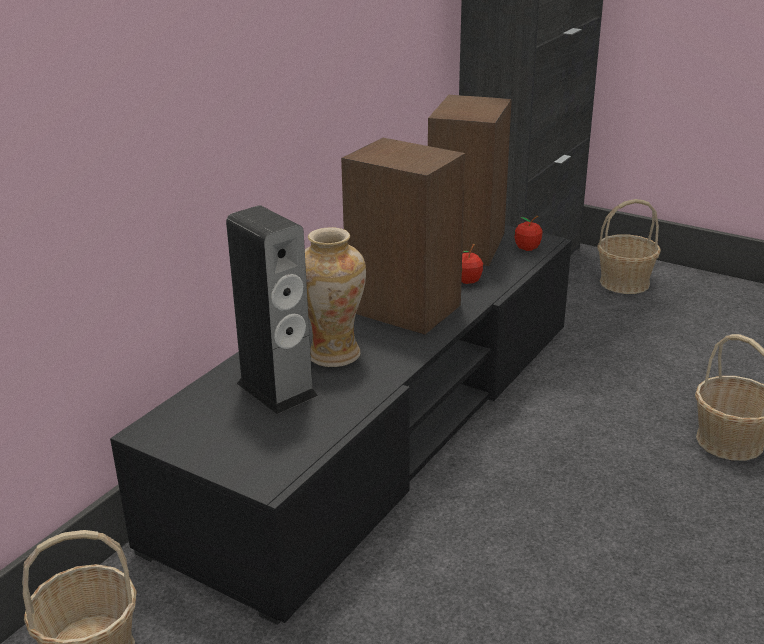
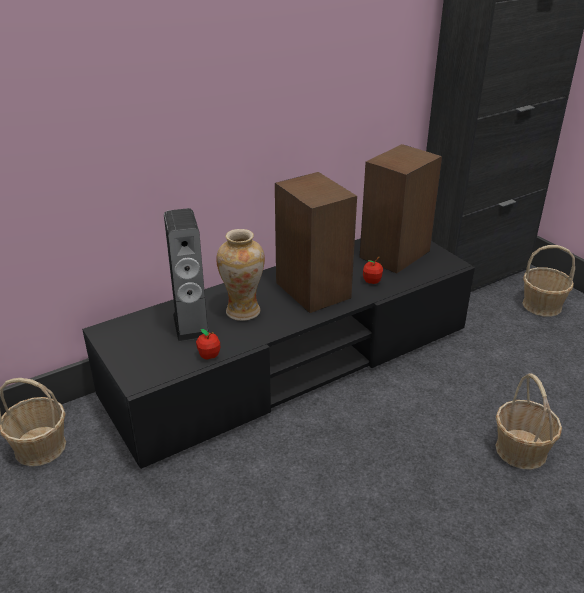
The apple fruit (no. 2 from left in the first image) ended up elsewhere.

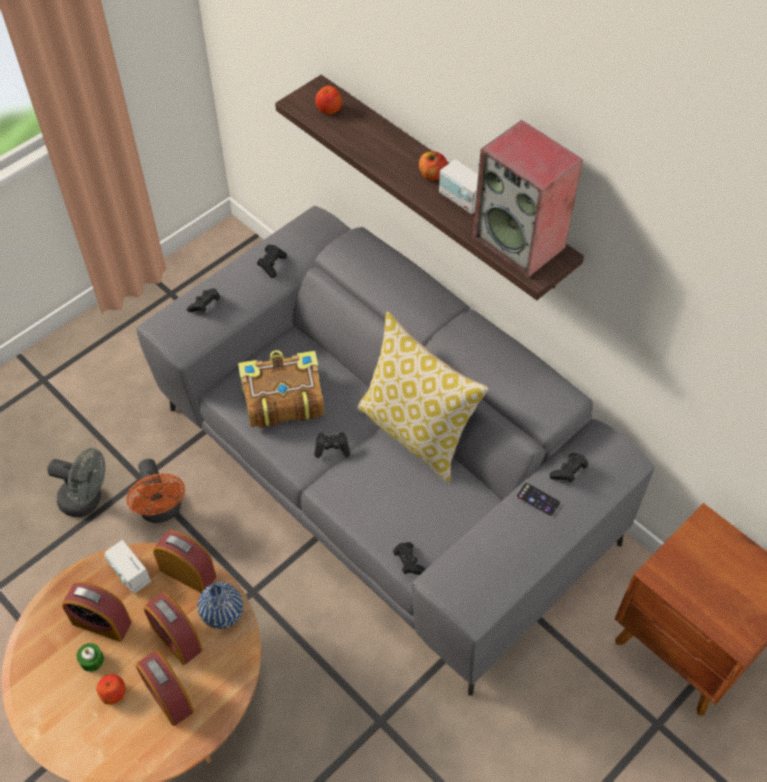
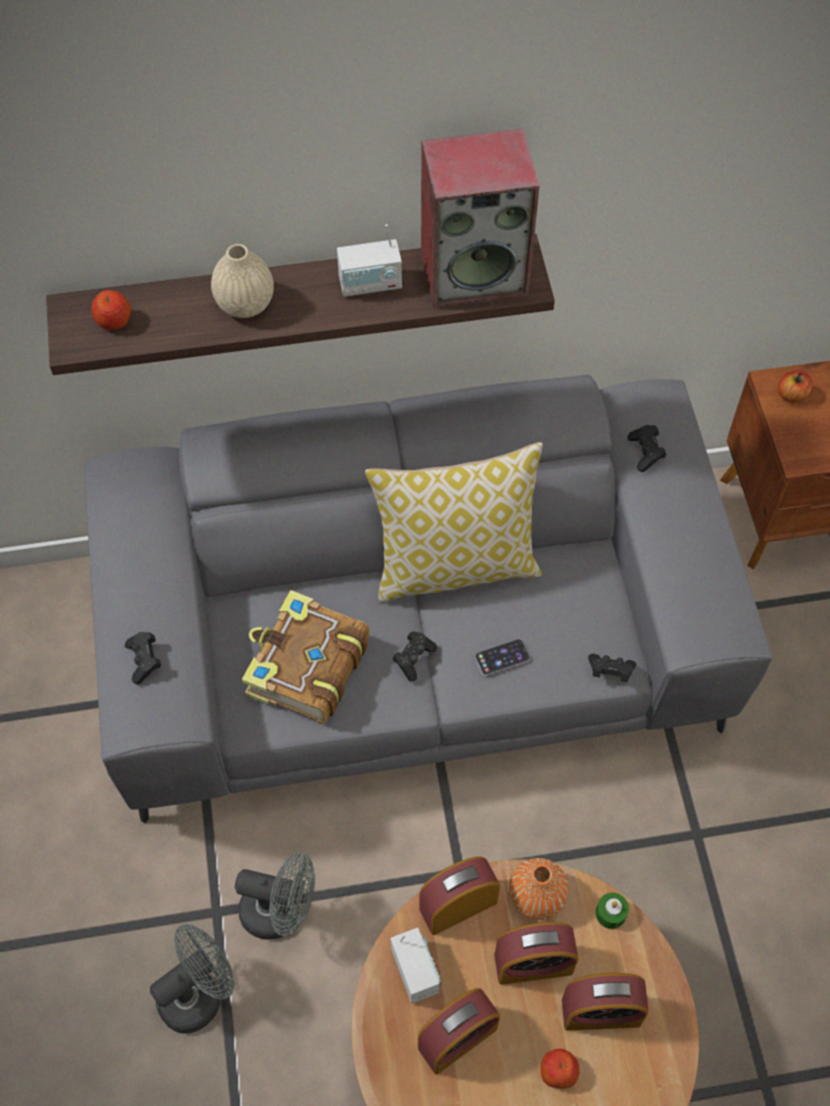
The apple fruit (no. 3 from left) ended up elsewhere.
The second view lost the game controller (blackish) (no. 2 from left).
What was the fan (orangey) turned into the fan (greyish) (no. 2 from left).
The phone ended up elsewhere.
The radio receiver (no. 1 from left in the first image) ended up facing another way, 105 degrees counterclockwise from before.
What was the flower vase (blue-coloured) turned into the flower vase (orangey).
The wax candle (green) ended up elsewhere.
The second view gained the flower vase (sand-coloured).

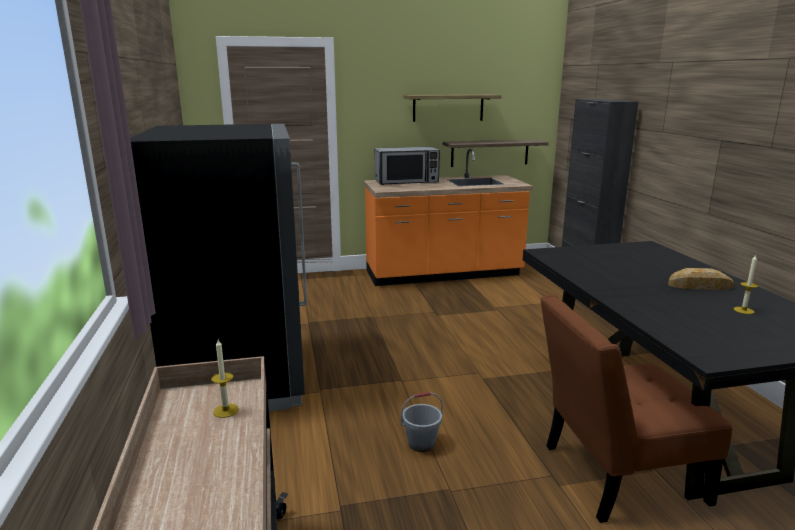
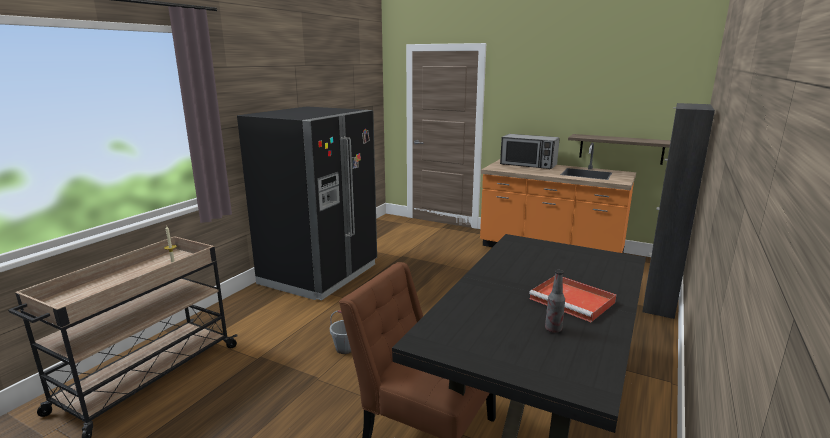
The second view lost the shelf (no. 1 from left).
Where the wax candle (no. 2 from left) stood, the bottle came to stand.
Where the bread stood, the tray (red-coloured) came to stand.

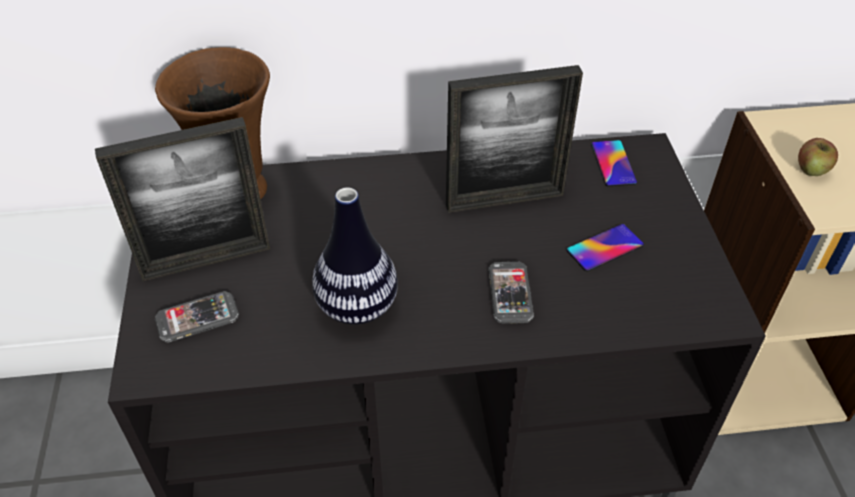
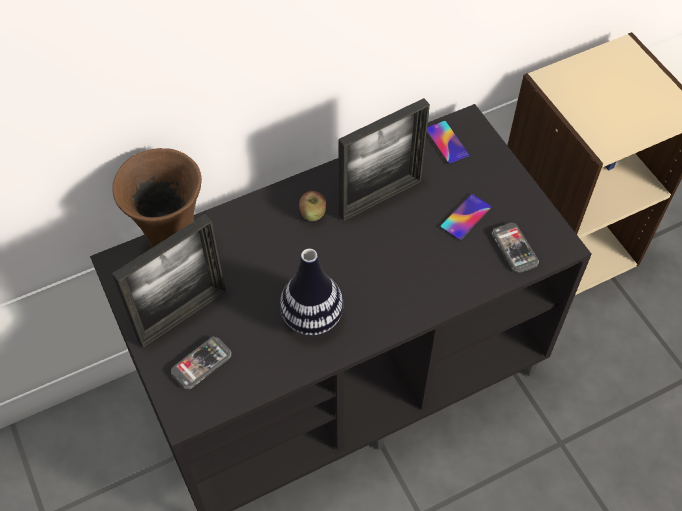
The apple fruit ended up elsewhere.
The phone (no. 2 from left in the first image) ended up elsewhere.

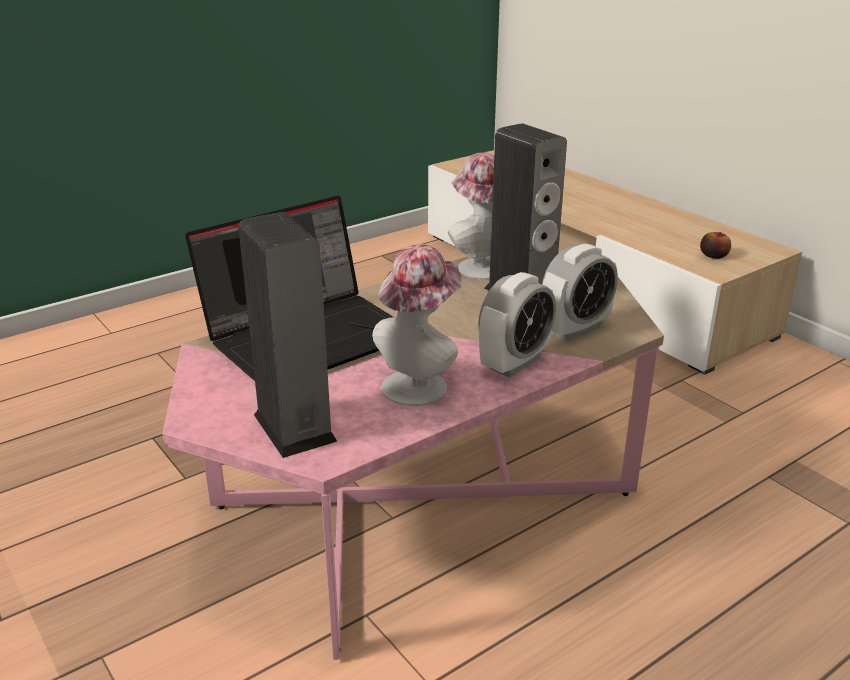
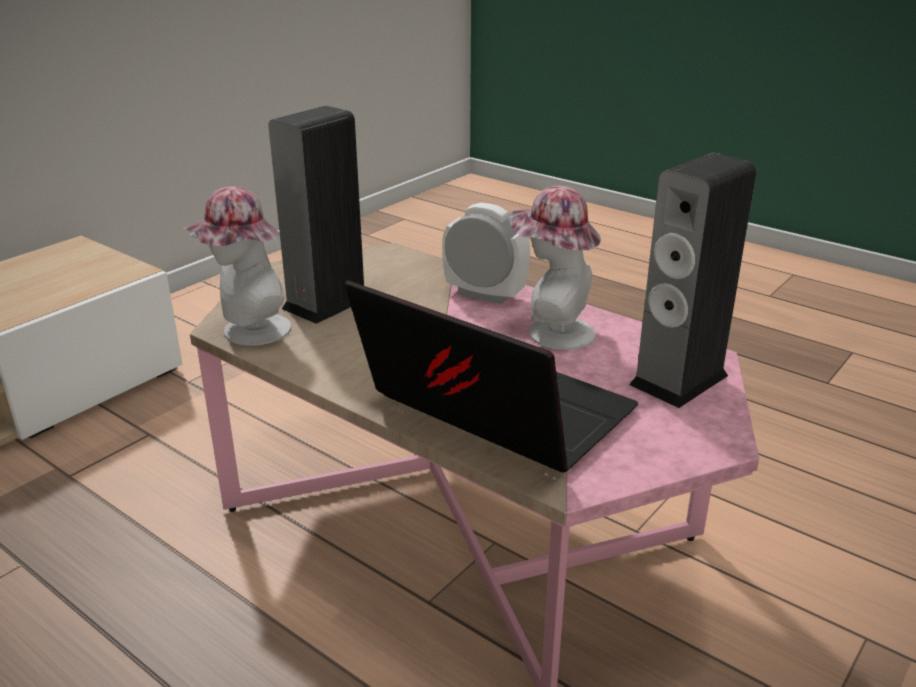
The second view lost the apple fruit.
The second view lost the alarm clock (no. 2 from left).

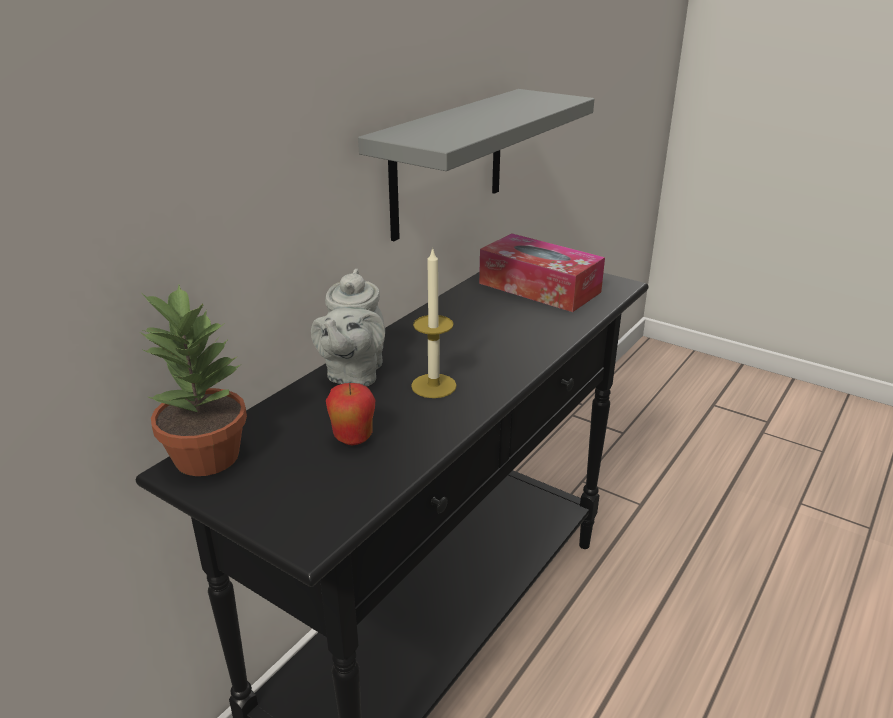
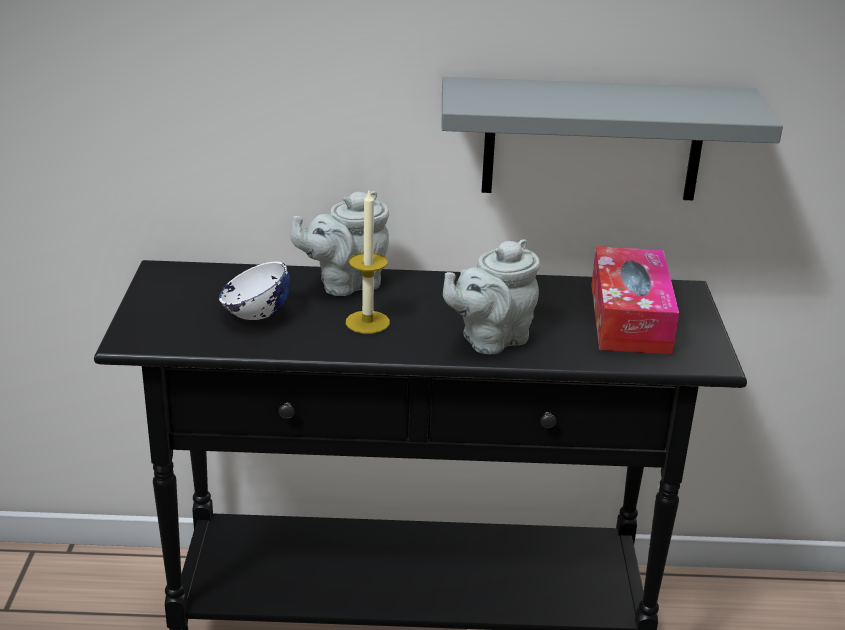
The second view lost the plant in a pot.
Where the apple fruit stood, the bowl (white) came to stand.
The second view gained the tea pot (greyish) (no. 2 from left).

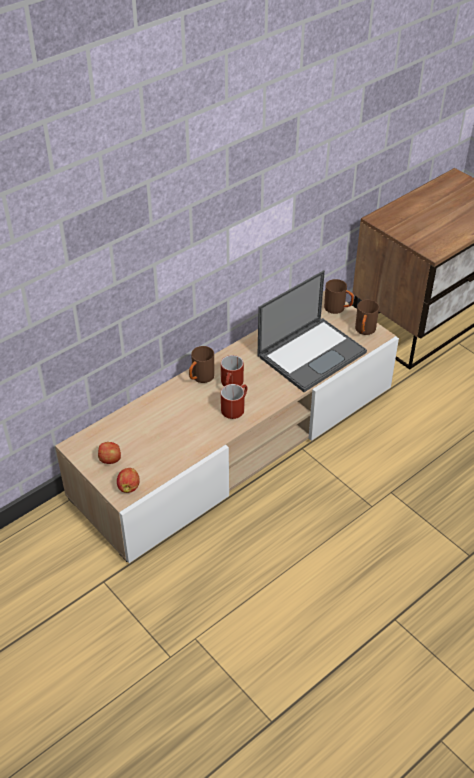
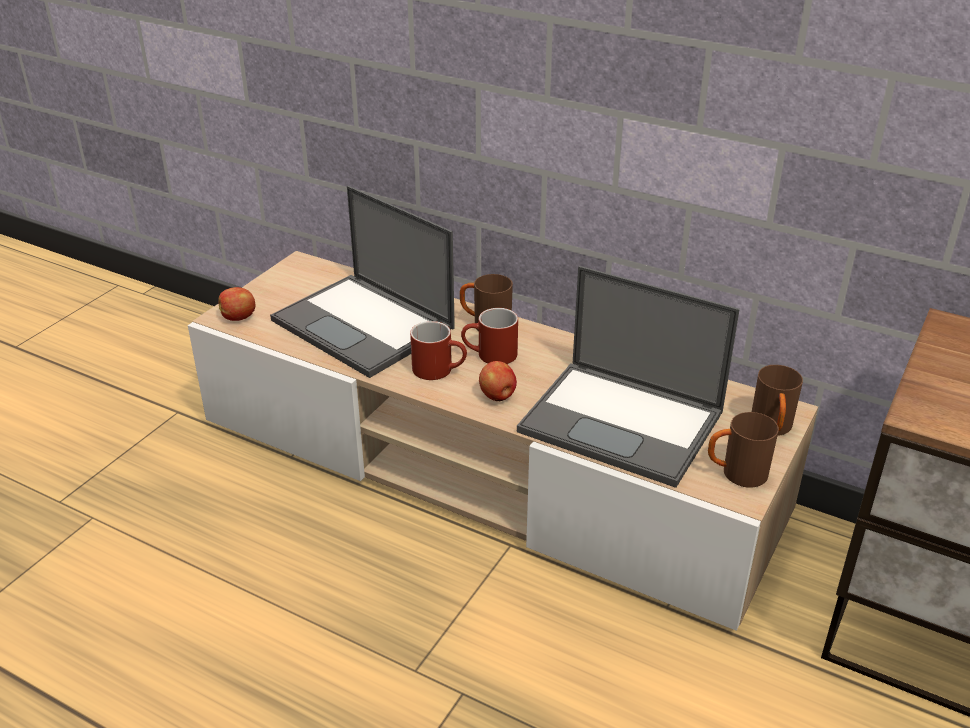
The apple fruit (no. 1 from left in the first image) ended up elsewhere.
The second view gained the notebook computer (no. 1 from left).

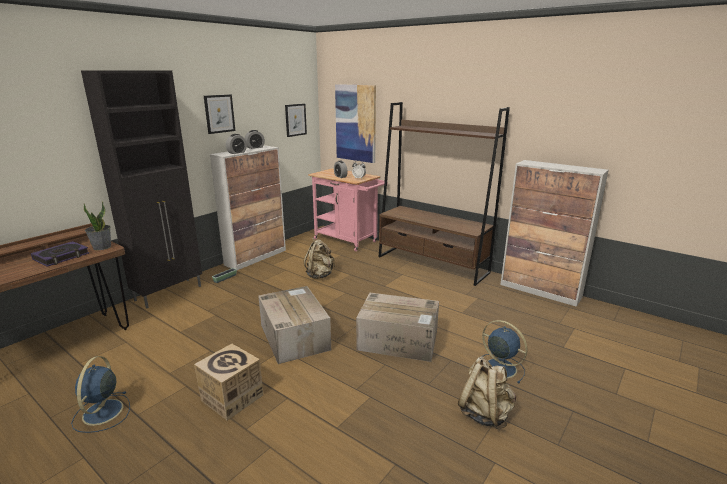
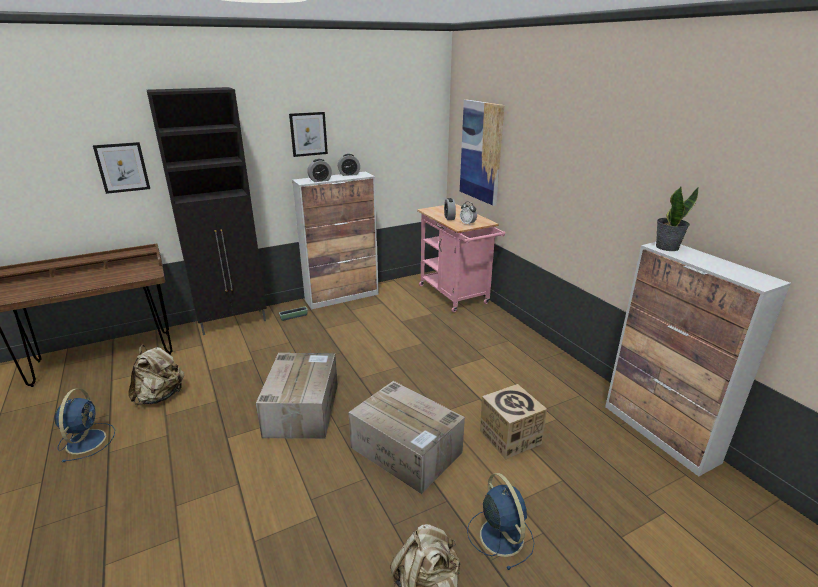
The second view lost the bookcase (brown).
The wall art (no. 2 from left in the first image) ended up elsewhere.
The plant in a pot ended up elsewhere.
The knapsack (sand-coloured) (no. 1 from left) ended up elsewhere.
The second view lost the book.
The carton (no. 1 from left in the first image) ended up elsewhere.
The fan (blue-coloured) (no. 1 from left) ended up facing another way, 150 degrees clockwise from before.

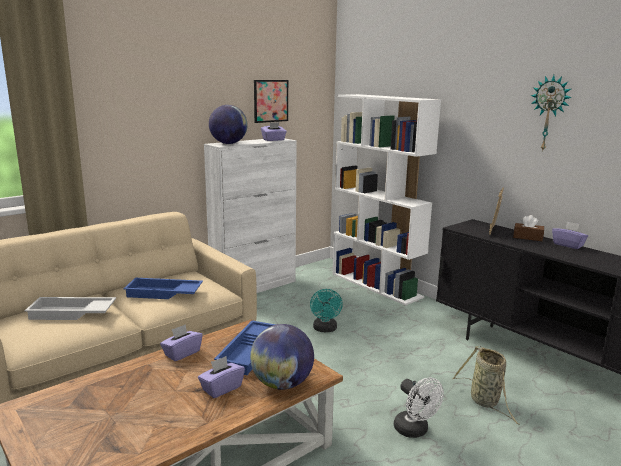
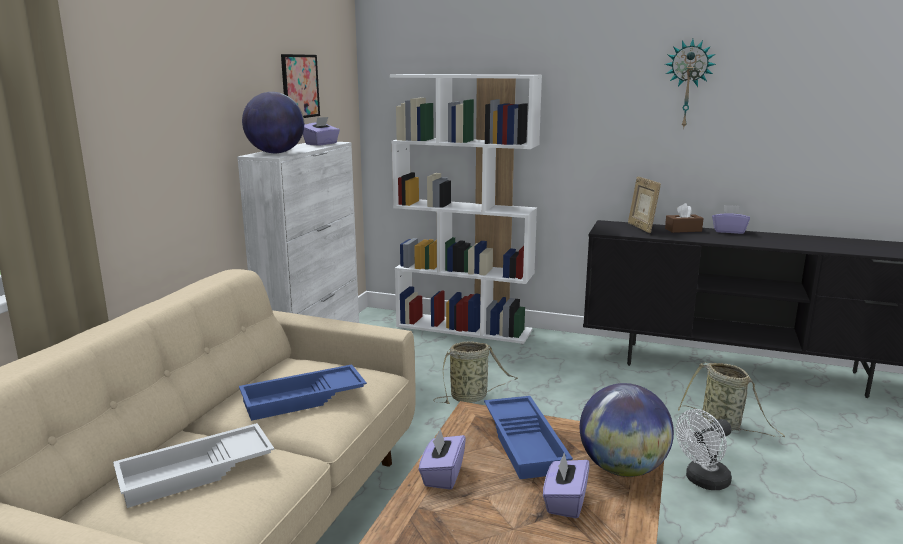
Where the fan (turquoise-coloured) stood, the household basket (no. 1 from left) came to stand.
The fan (white) ended up facing another way, 120 degrees clockwise from before.

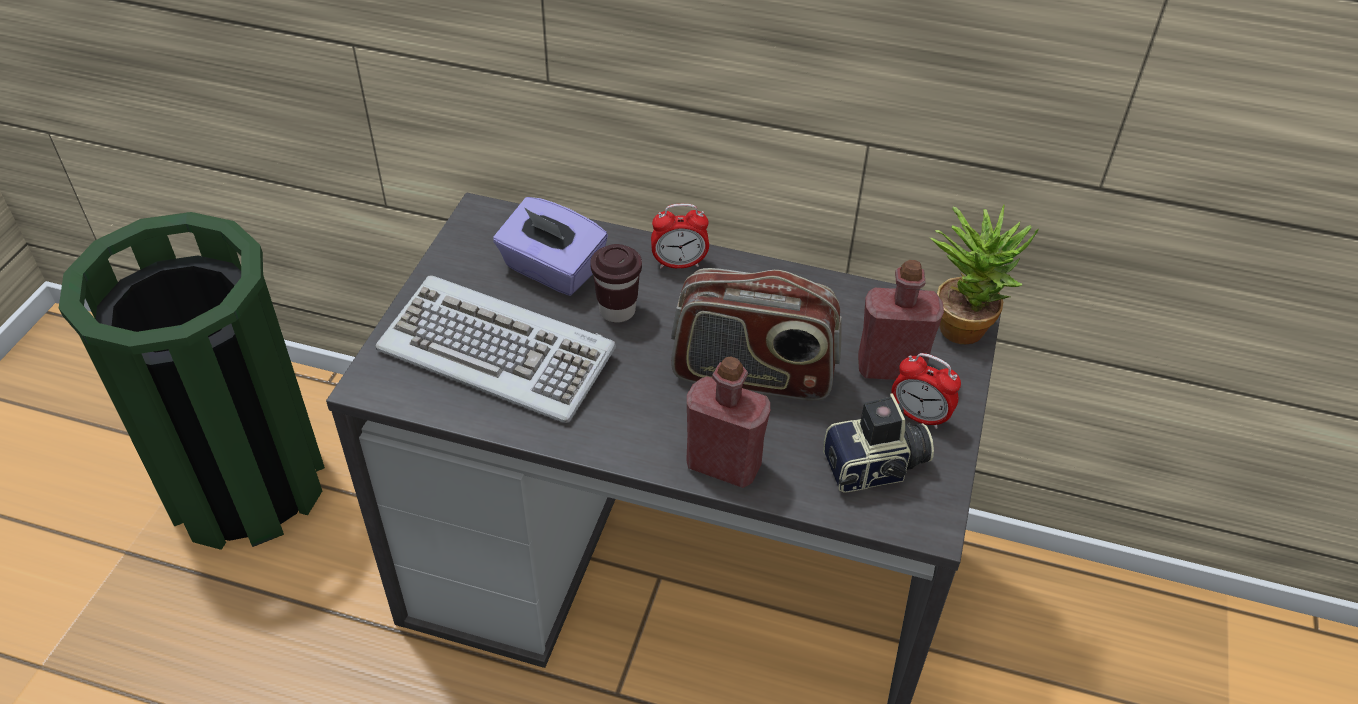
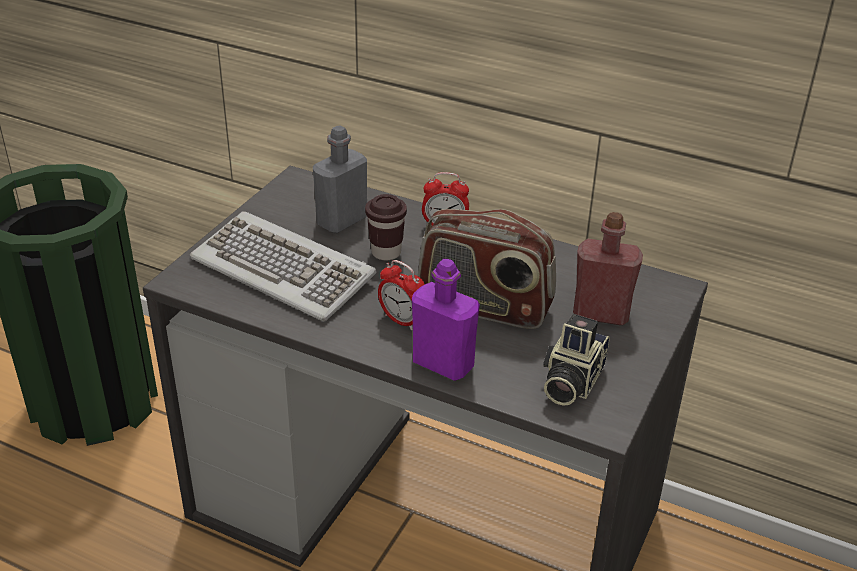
Where the box of tissues (purple-coloured) stood, the bottle (greyish) came to stand.
The second view lost the plant in a pot.
The alarm clock (no. 2 from left in the first image) ended up elsewhere.
What was the bottle (red-coloured) (no. 1 from left) turned into the bottle (purple-coloured).
The still camera ended up facing another way, 120 degrees clockwise from before.

